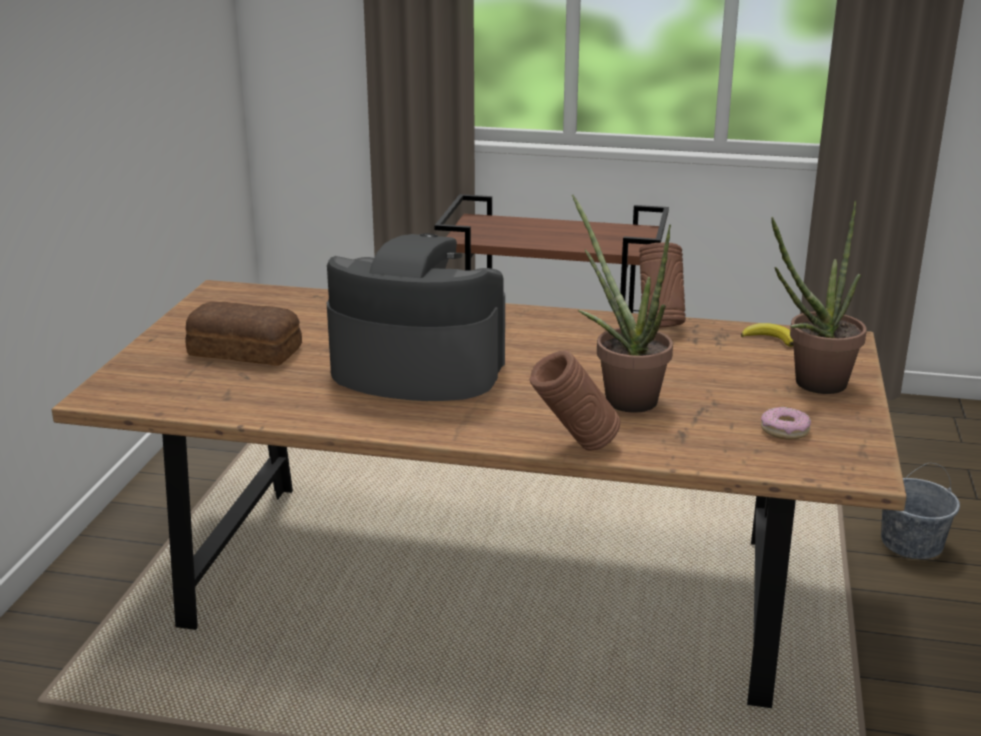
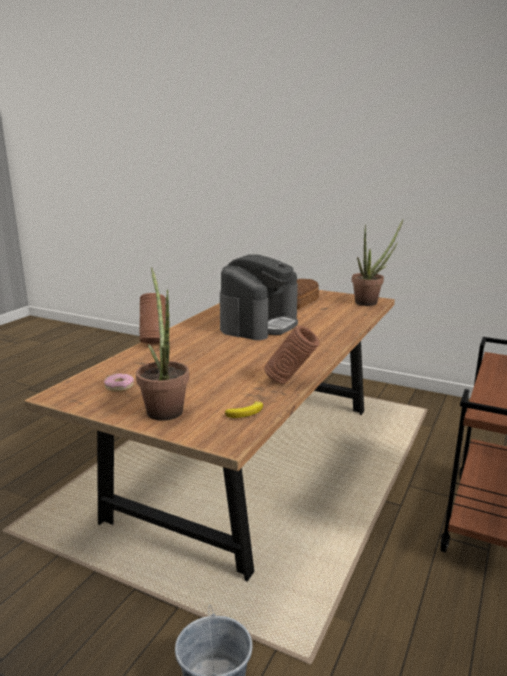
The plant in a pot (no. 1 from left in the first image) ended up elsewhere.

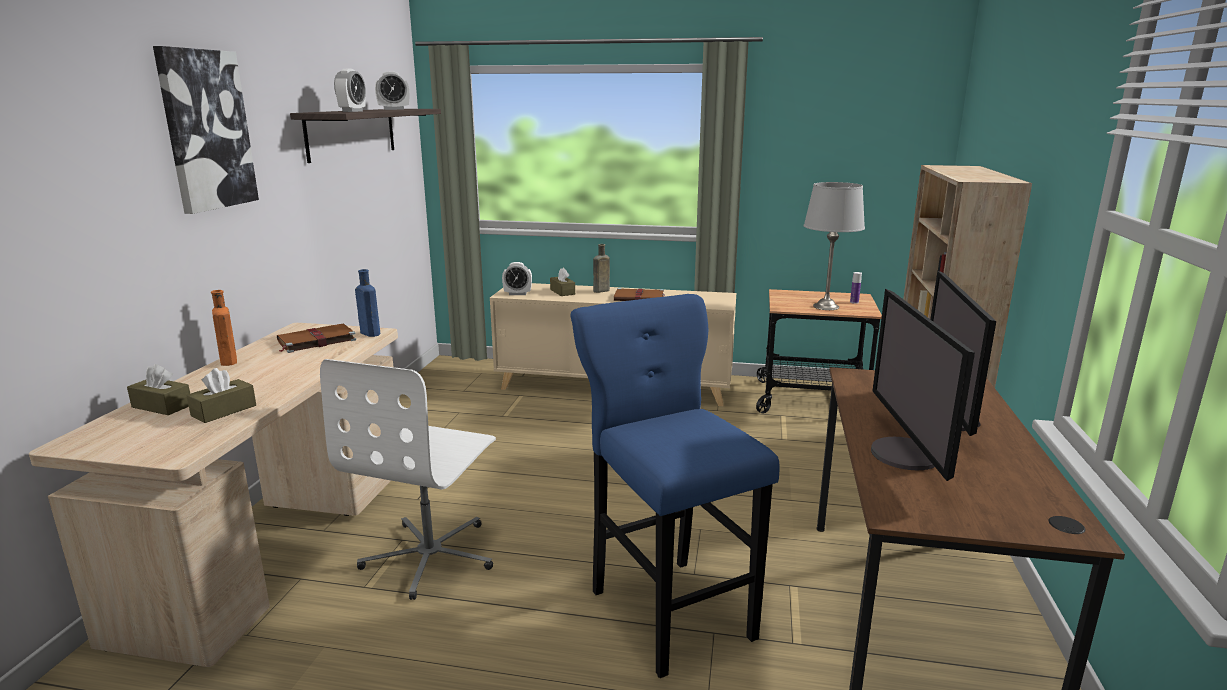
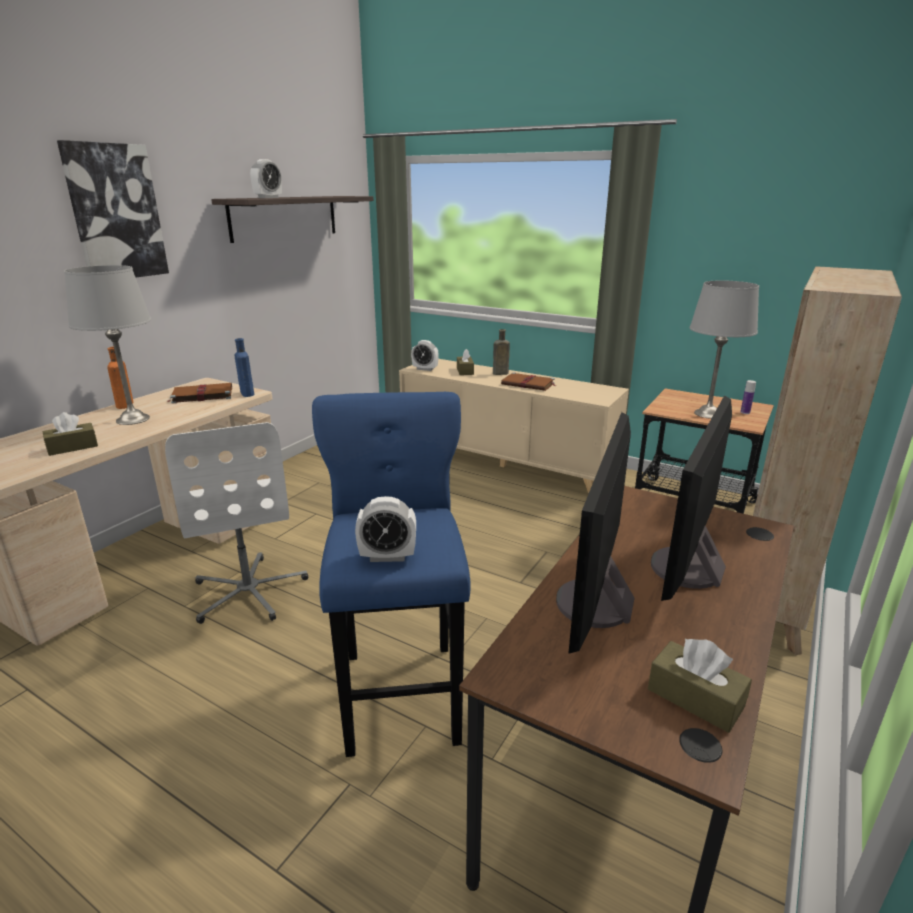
The alarm clock (no. 2 from left) ended up elsewhere.
The computer chair (white) ended up facing another way, 60 degrees counterclockwise from before.
The box of tissues (brown) (no. 1 from left in the first image) ended up elsewhere.
The second view gained the tabletop lamp (greyish) (no. 1 from left).

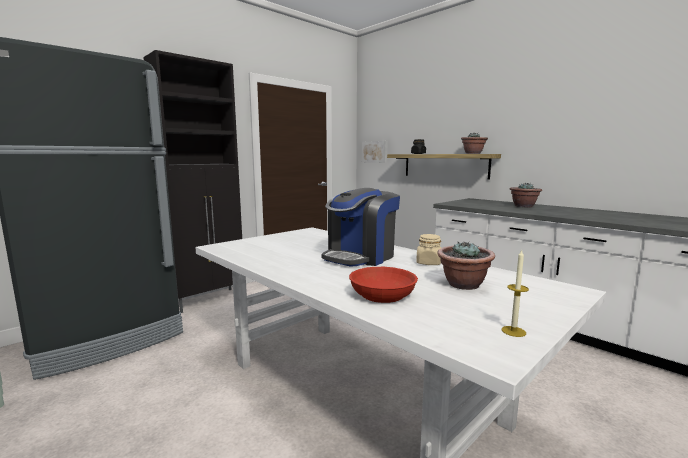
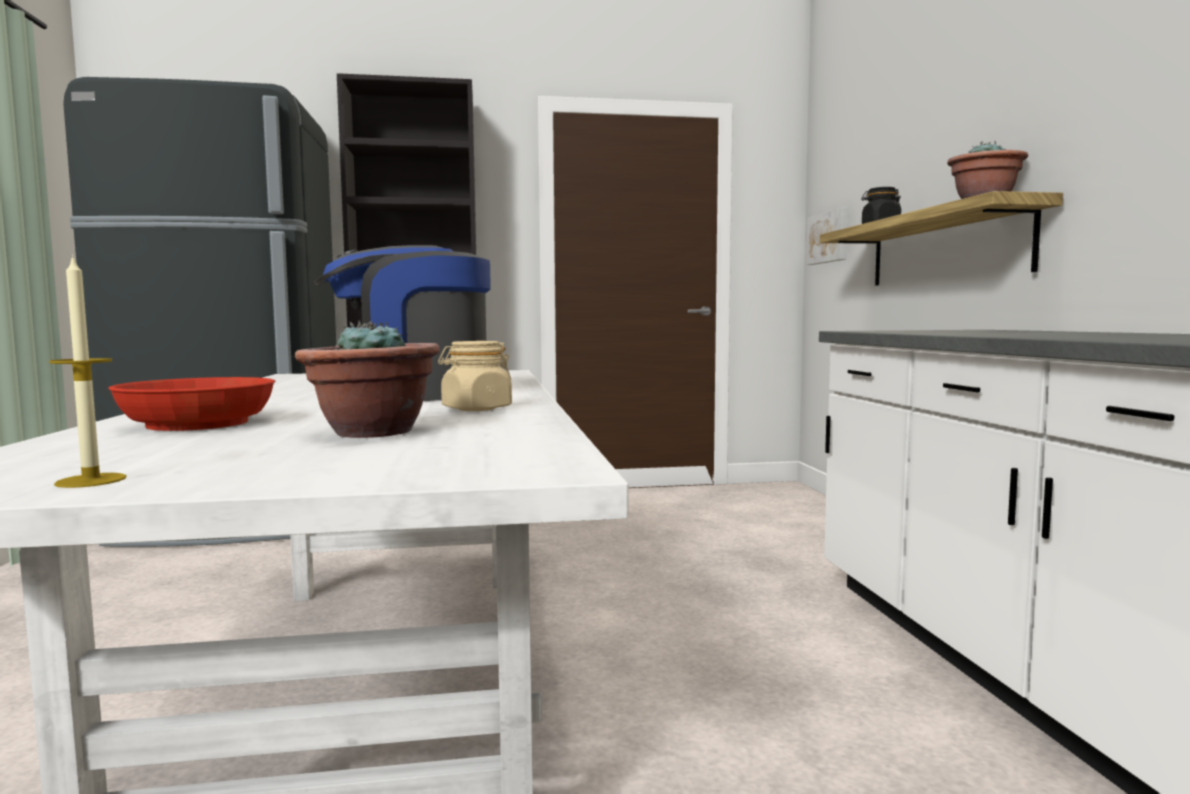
The second view lost the plant in a pot (no. 3 from left).

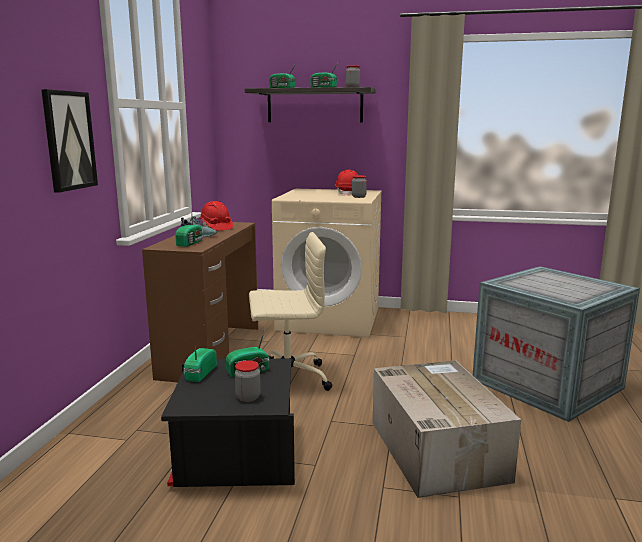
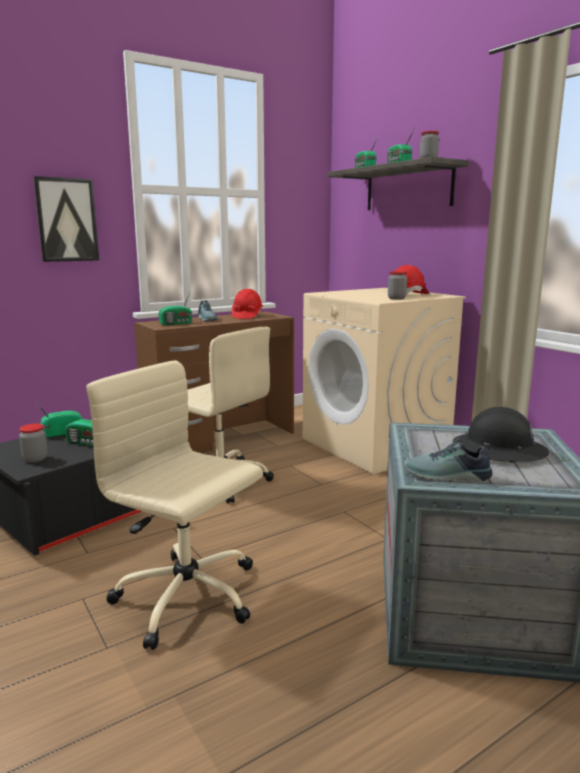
Where the carton stood, the computer chair (sand-coloured) (no. 1 from left) came to stand.
The second view gained the safety helmet (blackish).
The second view gained the item of footwear (no. 2 from left).

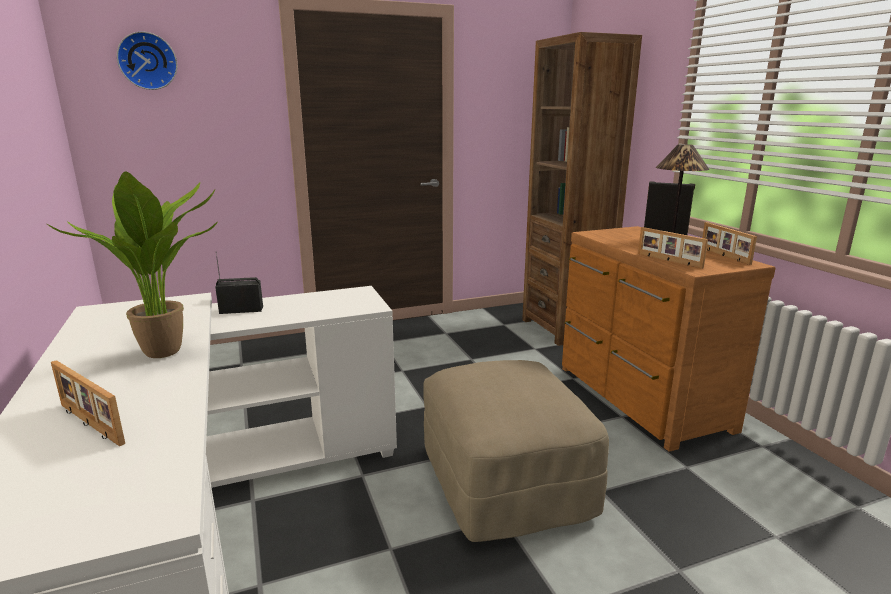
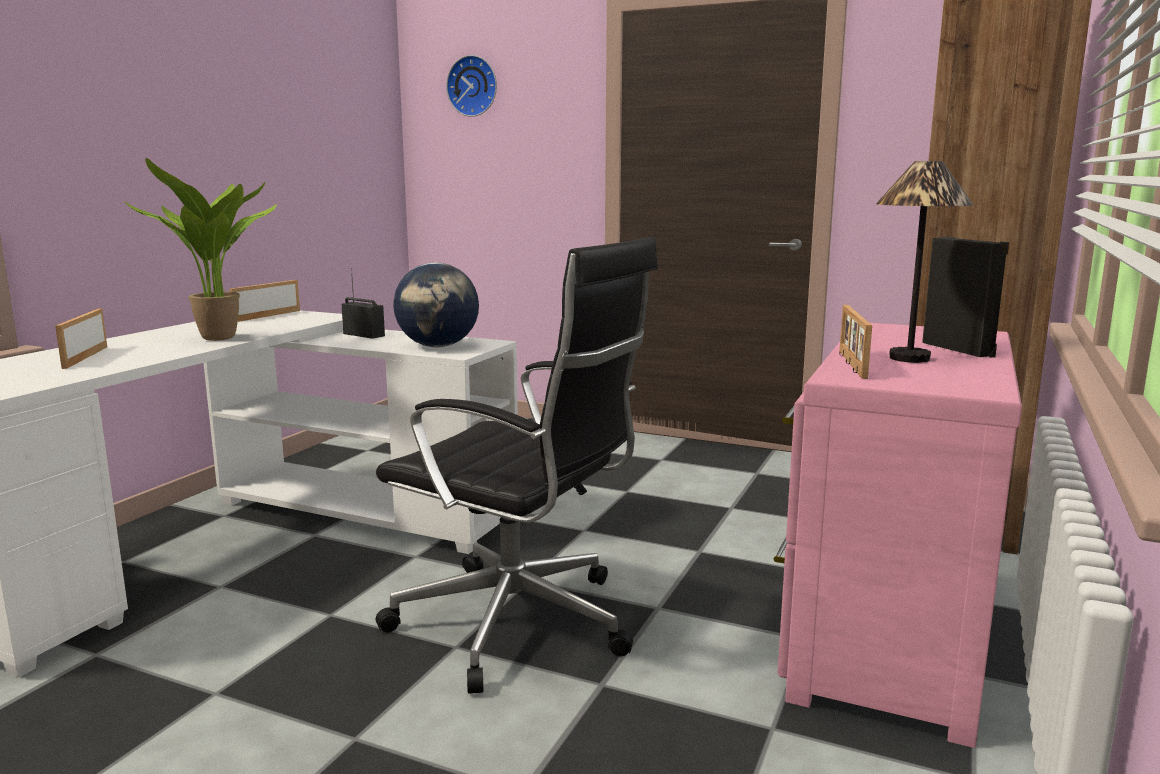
The photo frame (no. 3 from left in the first image) ended up elsewhere.
What was the dresser (brown) turned into the dresser (pink-coloured).
Where the footrest (sand-coloured) stood, the computer chair (blackish) came to stand.
The second view gained the desk globe.

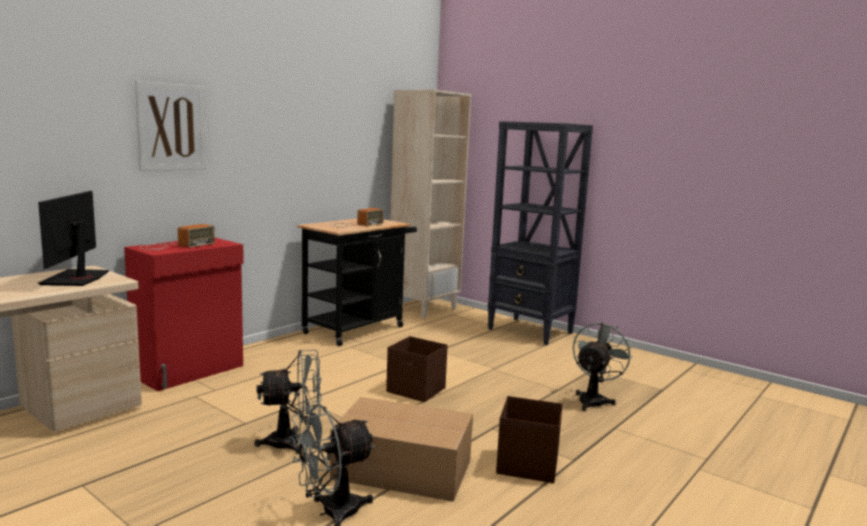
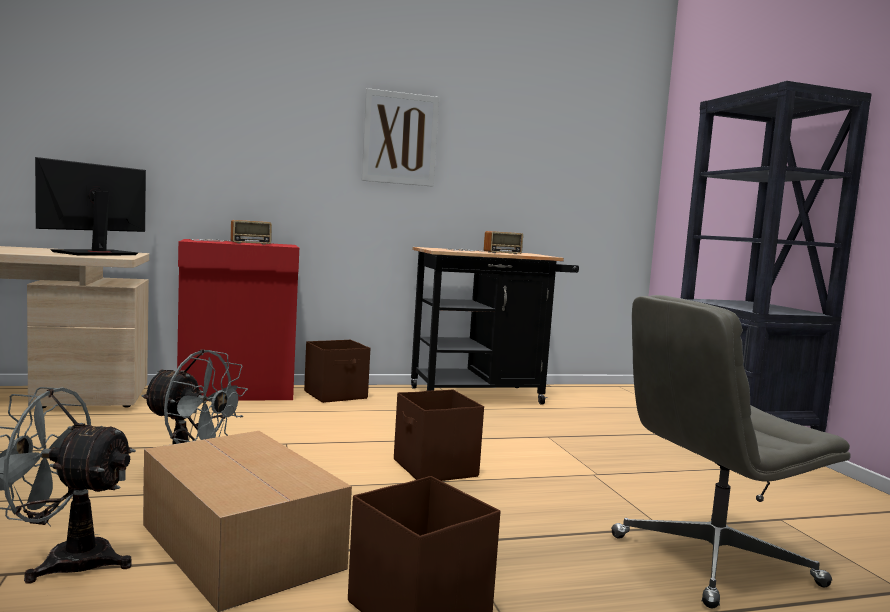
The wall art ended up elsewhere.
The second view lost the bookcase (sand-coloured).
Where the fan (greyish) (no. 3 from left) stood, the computer chair (greyish) came to stand.
The second view gained the storage bin (brown) (no. 1 from left).

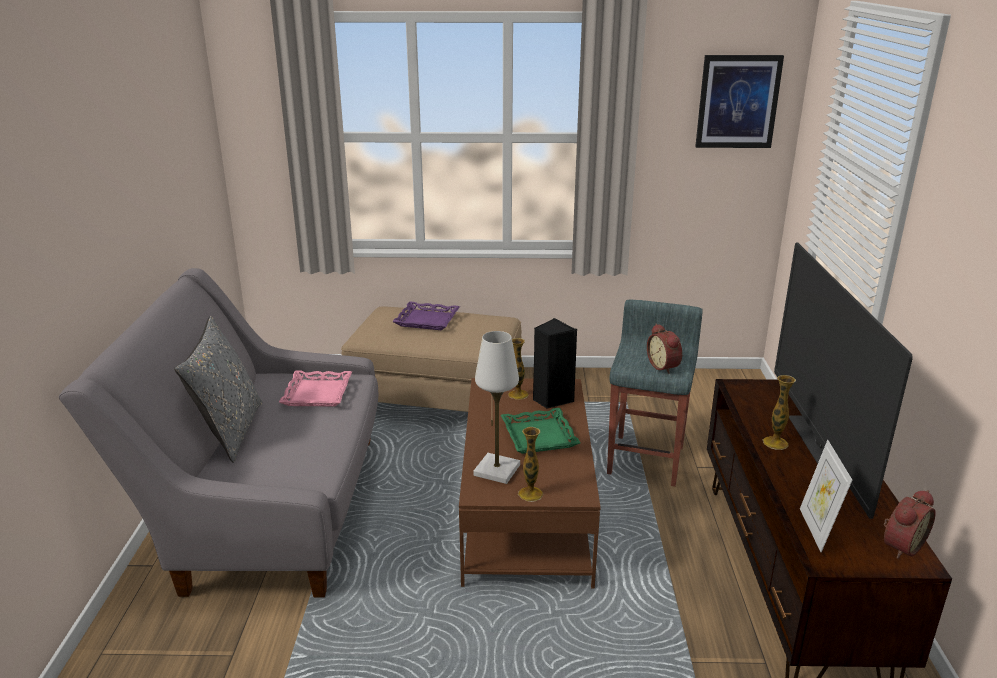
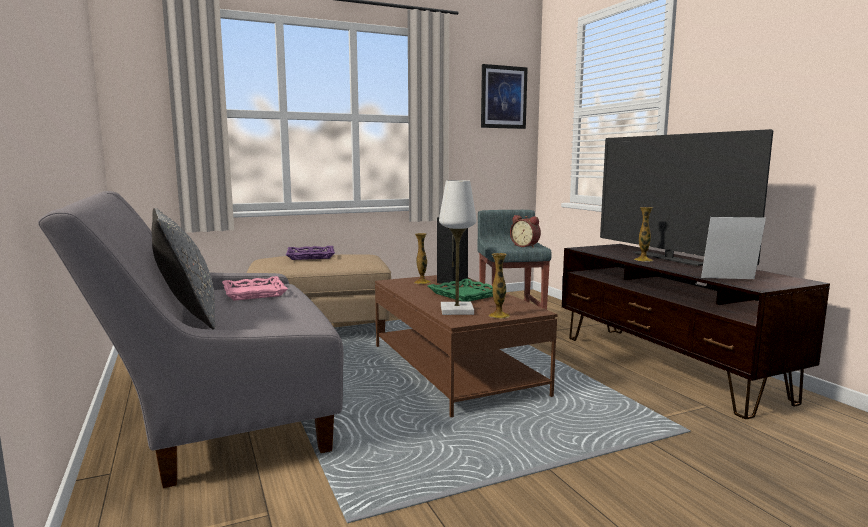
The photo frame ended up facing another way, 120 degrees clockwise from before.
The second view lost the alarm clock (no. 2 from left).

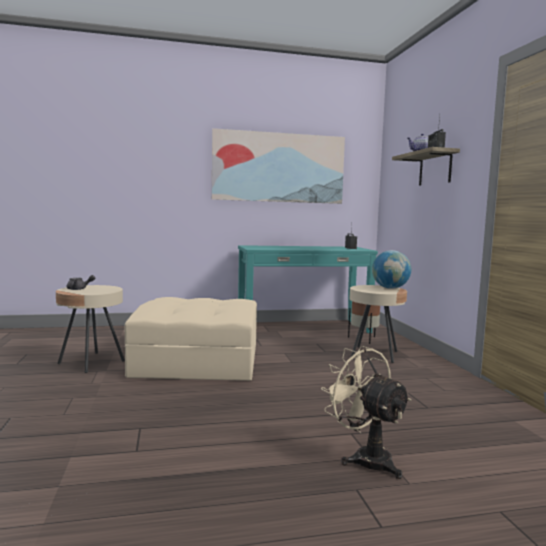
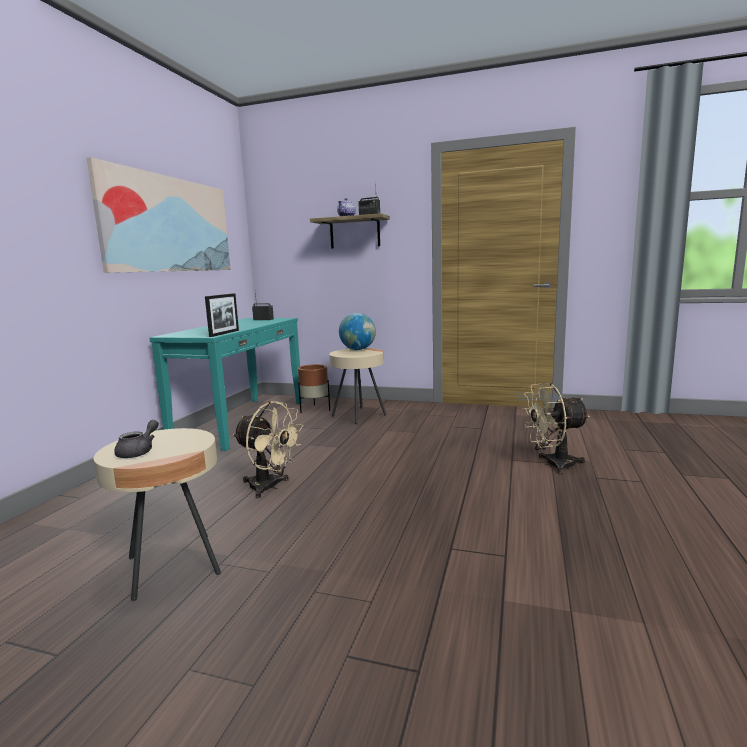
Where the footrest (sand-coloured) stood, the fan (sand-coloured) (no. 1 from left) came to stand.
The second view gained the photo frame.

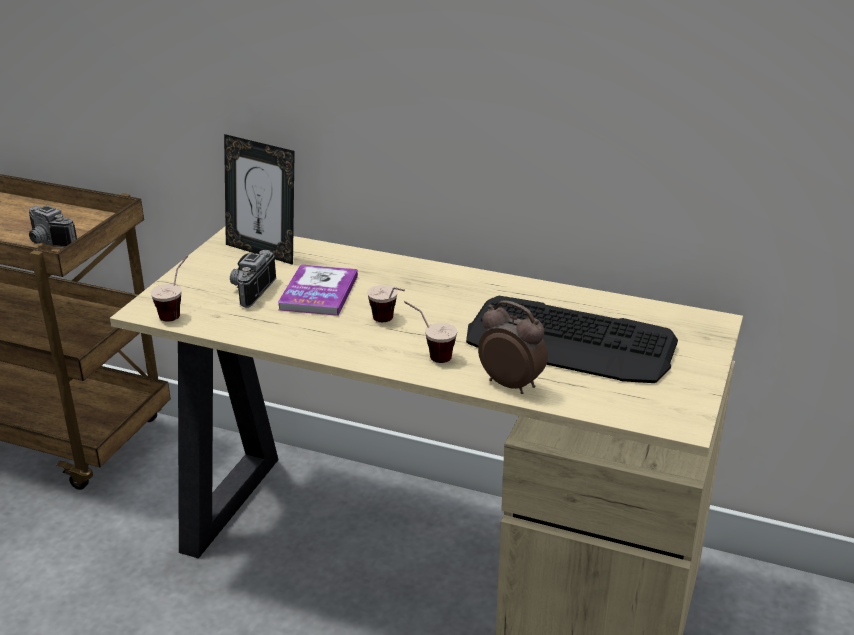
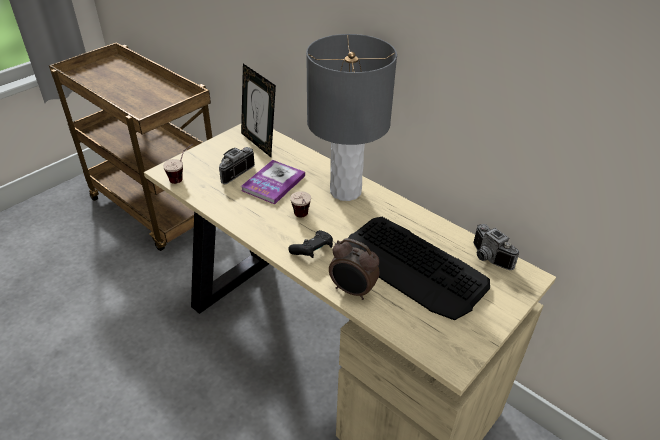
The still camera (no. 1 from left in the first image) ended up elsewhere.
The alarm clock ended up facing another way, 150 degrees clockwise from before.
Where the small cup (no. 3 from left) stood, the game controller (blackish) came to stand.
The second view gained the tabletop lamp (greyish).

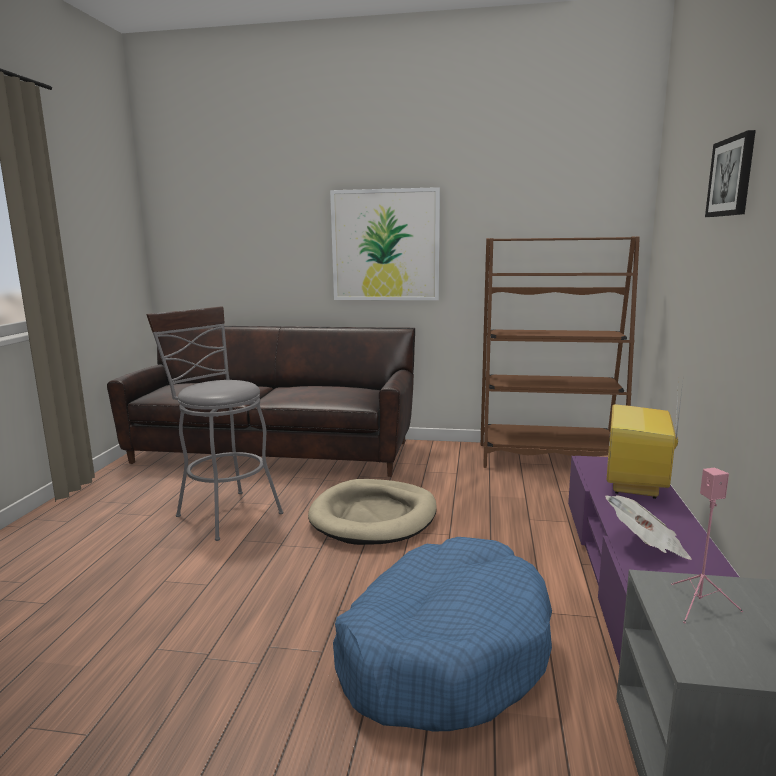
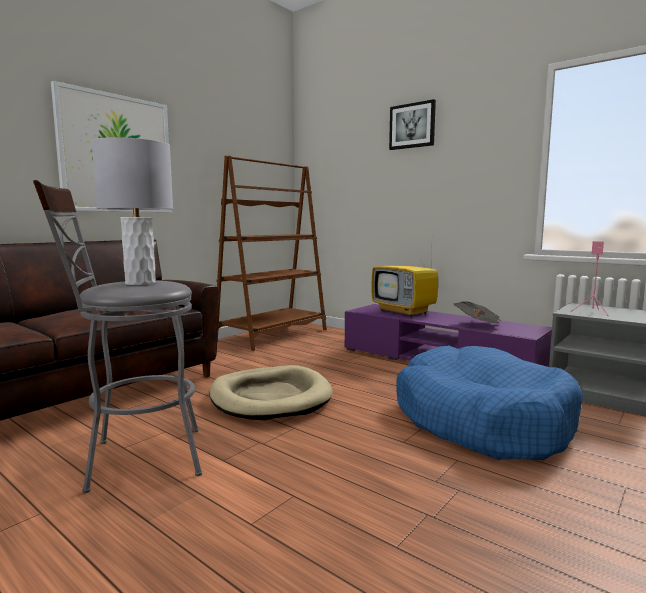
The second view gained the tabletop lamp (greyish).

